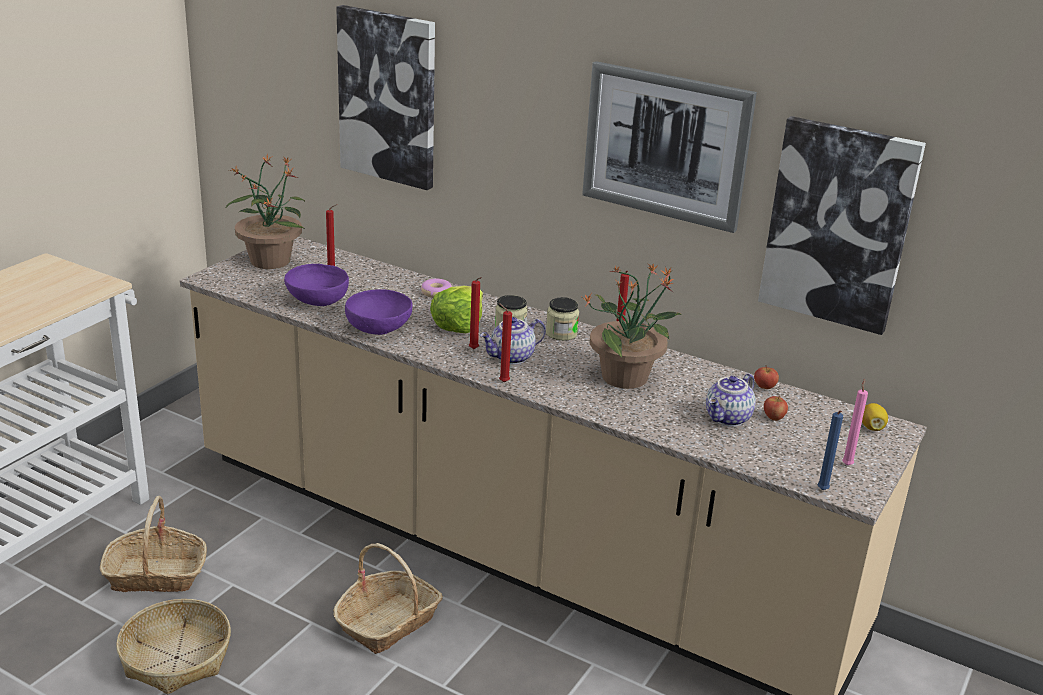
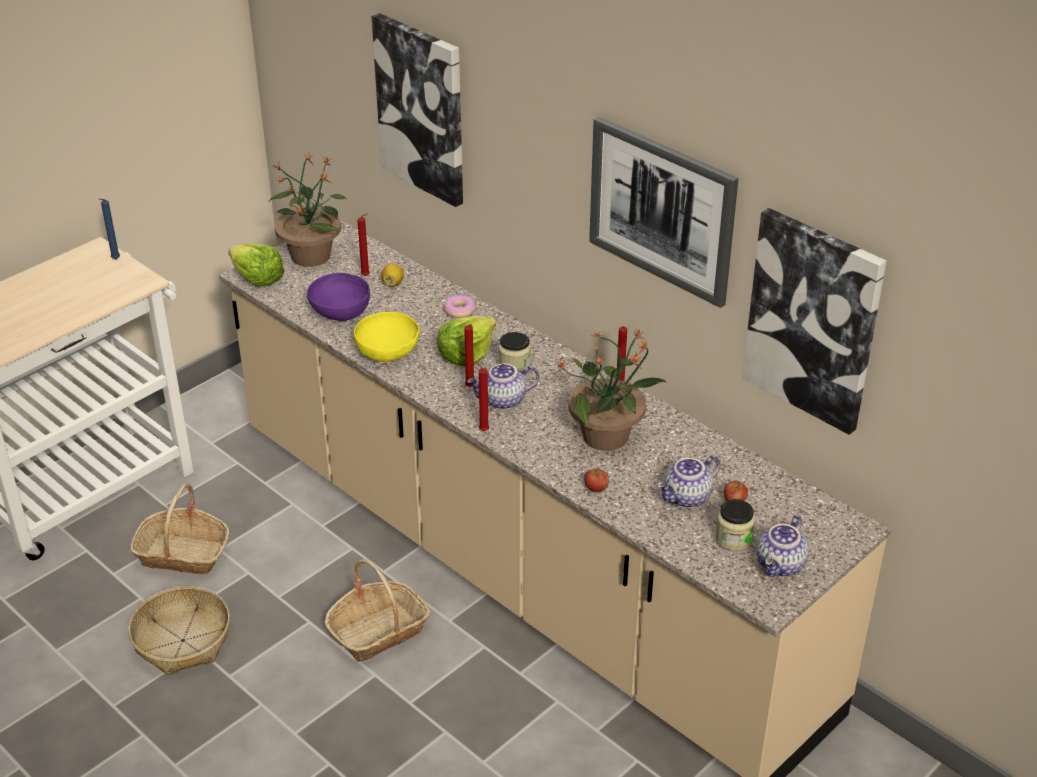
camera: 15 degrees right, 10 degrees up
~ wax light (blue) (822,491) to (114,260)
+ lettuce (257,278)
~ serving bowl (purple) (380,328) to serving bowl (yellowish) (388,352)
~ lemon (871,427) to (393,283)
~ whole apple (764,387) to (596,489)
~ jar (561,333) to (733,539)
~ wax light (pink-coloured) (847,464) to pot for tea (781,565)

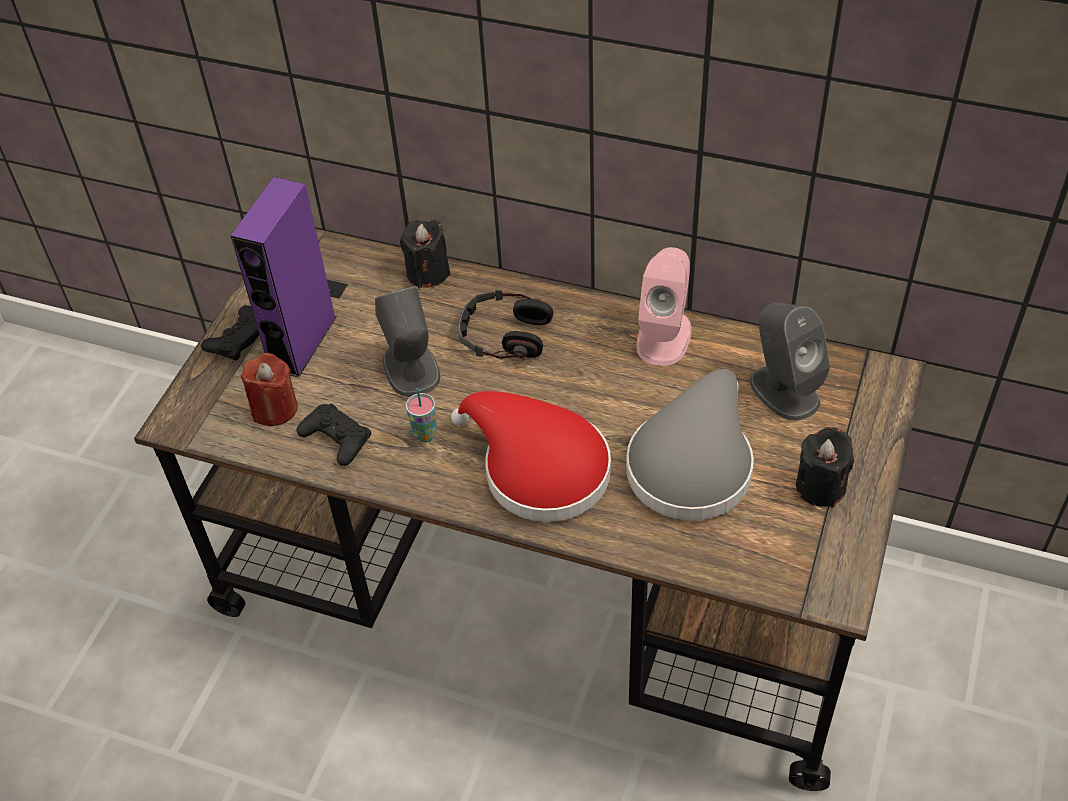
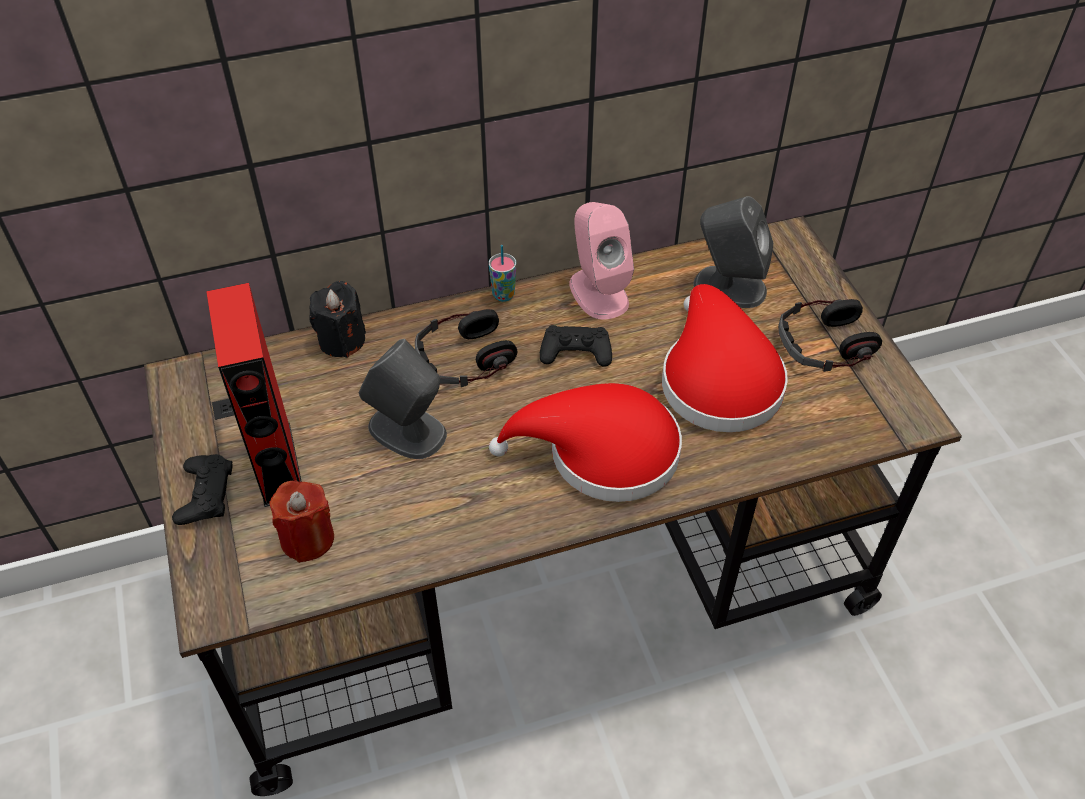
camera: 40 degrees left, 0 degrees up
~ loudspeaker (purple) (302,342) to loudspeaker (reddish) (277,463)
~ drinking cup (425,434) to (503,295)
~ joypad (black-coloured) (336,438) to (576,351)
~ hat (grey) (692,462) to hat (reddish) (717,378)
~ wax light (black-coloured) (820,486) to pair of headphones (824,344)

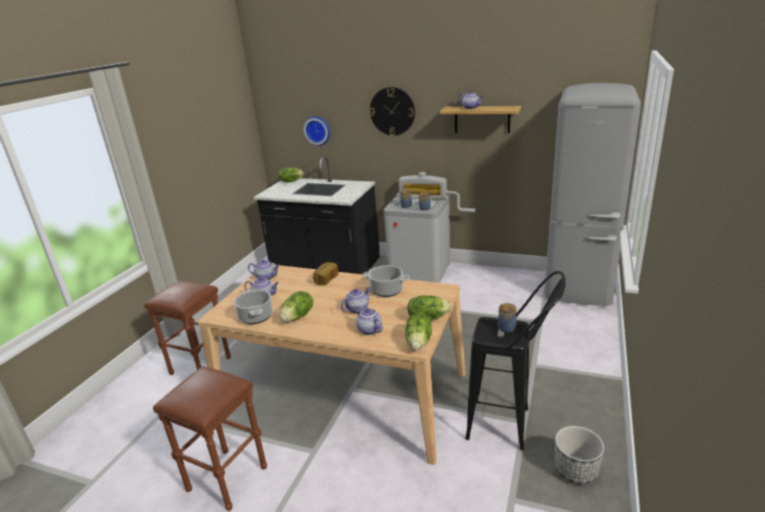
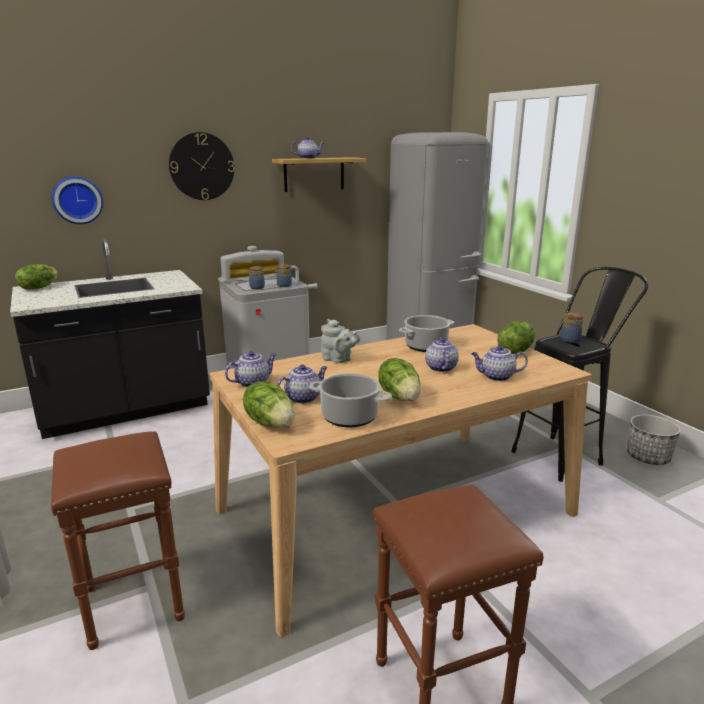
camera: 50 degrees left, 5 degrees down
~ lettuce (419,342) to (271,423)
~ bread (326,280) to pot for tea (grey) (338,360)

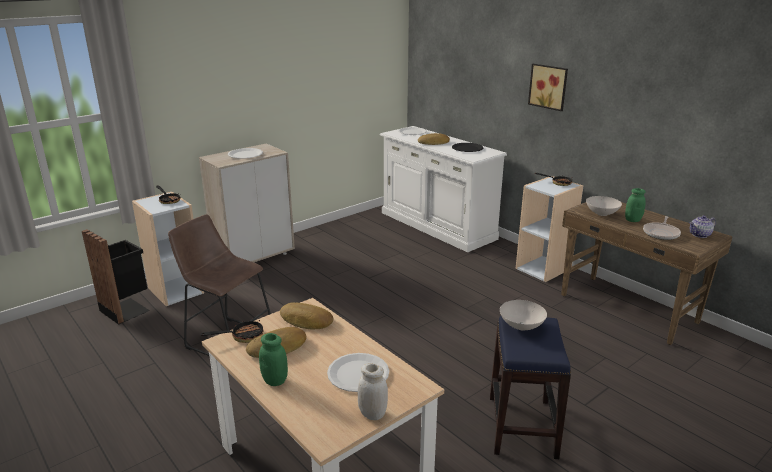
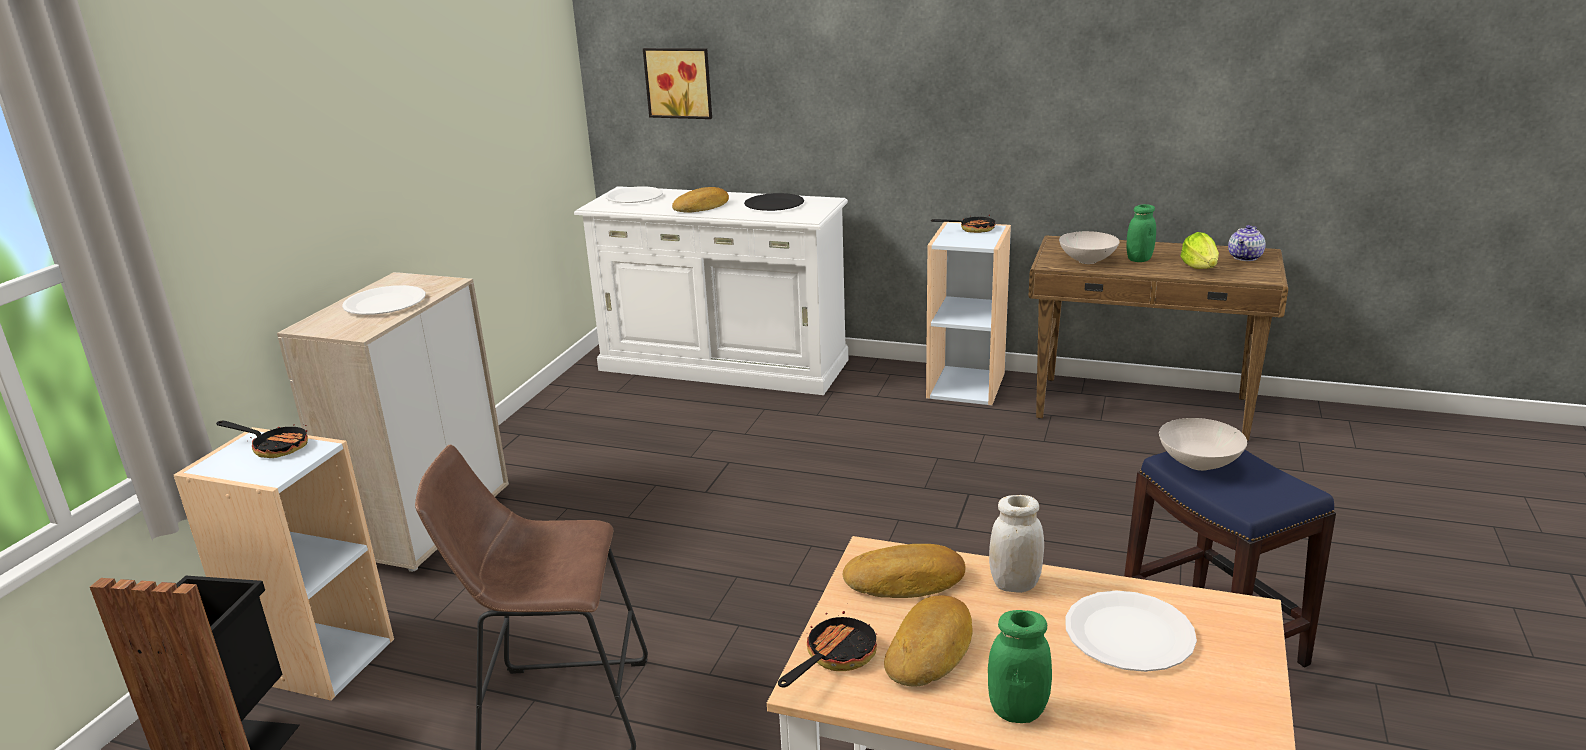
camera: 30 degrees left, 0 degrees up
~ wall picture (549,86) to (679,82)
~ jar (white-coloured) (372,414) to (1014,584)
~ skillet (661,233) to lettuce (1199,268)

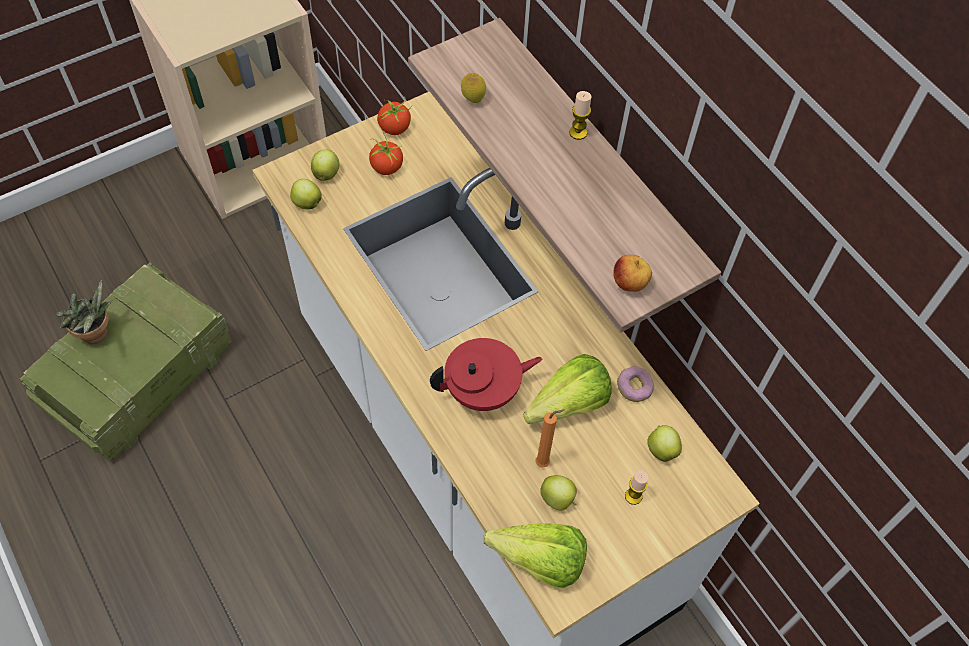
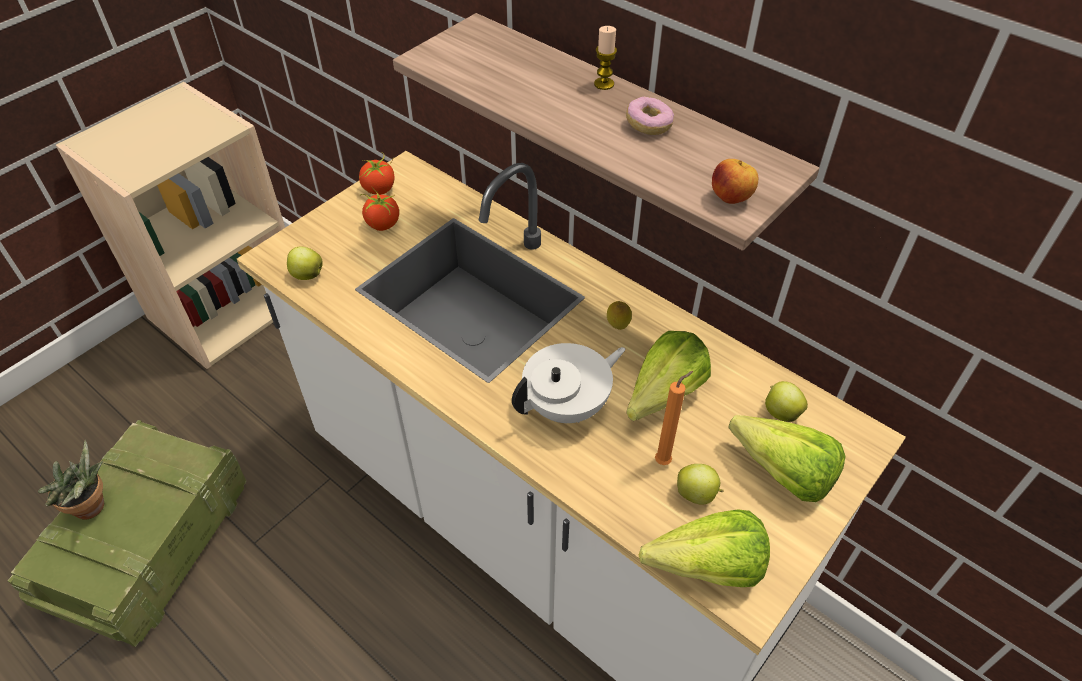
camera: 15 degrees left, 10 degrees down
~ pot for tea (reddish) (484,391) to pot for tea (white-coloured) (568,406)
~ lemon (473,100) to (617,327)
~ doughnut (634,388) to (648,125)
~ wax light (633,496) to lettuce (775,467)
- whole apple (326,173)

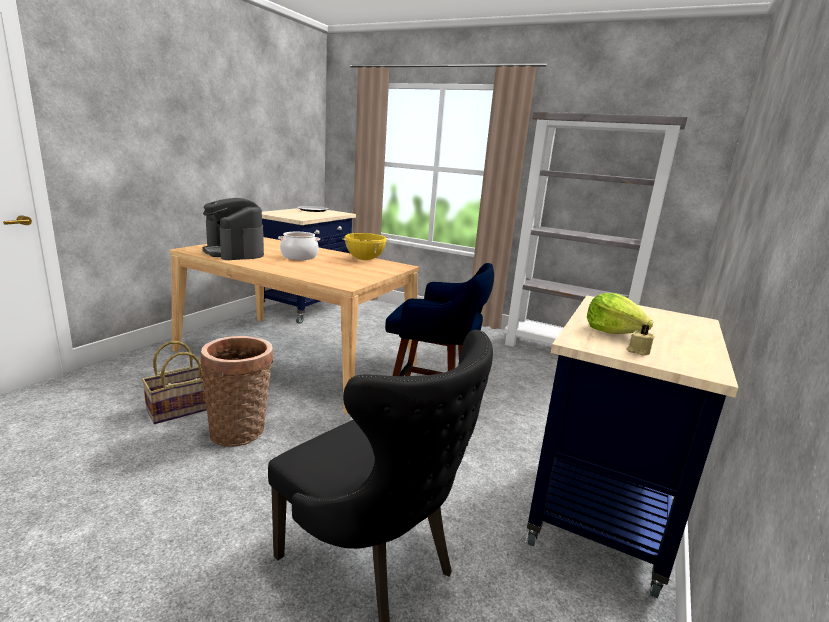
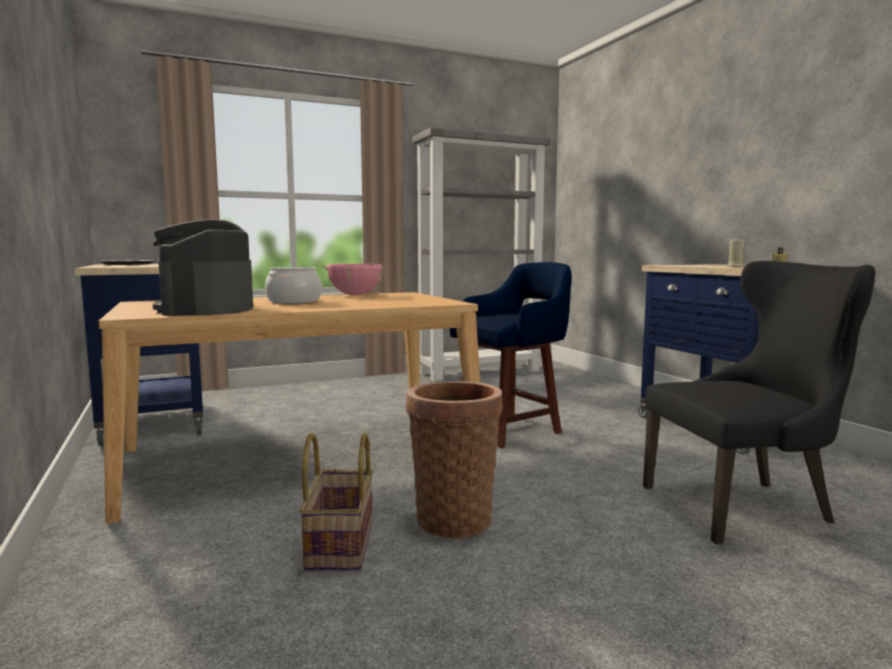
camera: 50 degrees left, 10 degrees down
~ coffee brewer (234,252) = (207,309) 75 degrees clockwise
~ stockpot (yellowish) (364,259) to stockpot (pink-coloured) (355,295)
~ lettuce (613,331) to wax light (sand-coloured) (735,266)

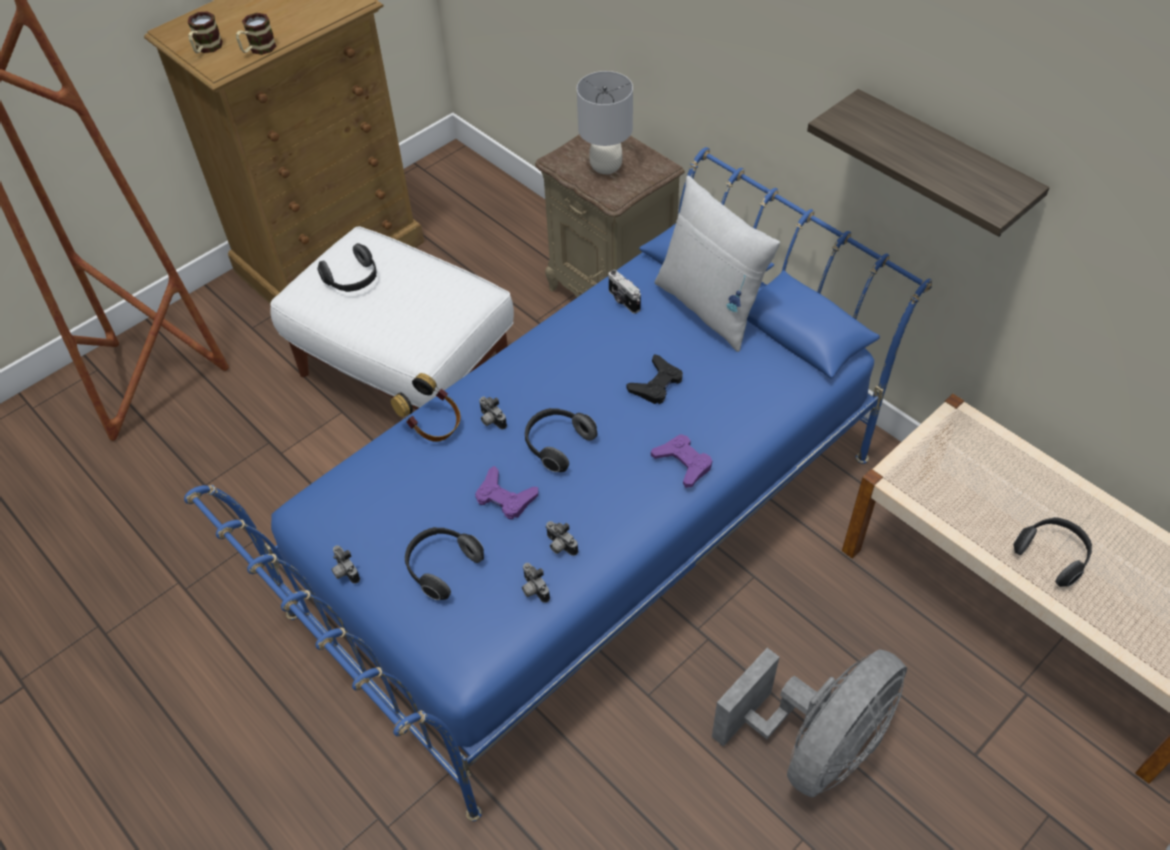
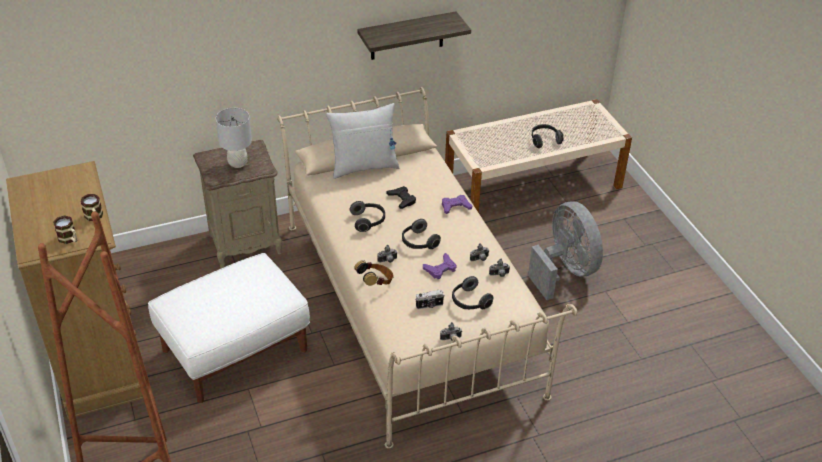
camera: 70 degrees left, 10 degrees down
~ bed (blue) (588,533) to bed (sand-coloured) (408,307)
~ pair of headphones (353,280) to (368,221)
~ photo camera (623,301) to (429,305)

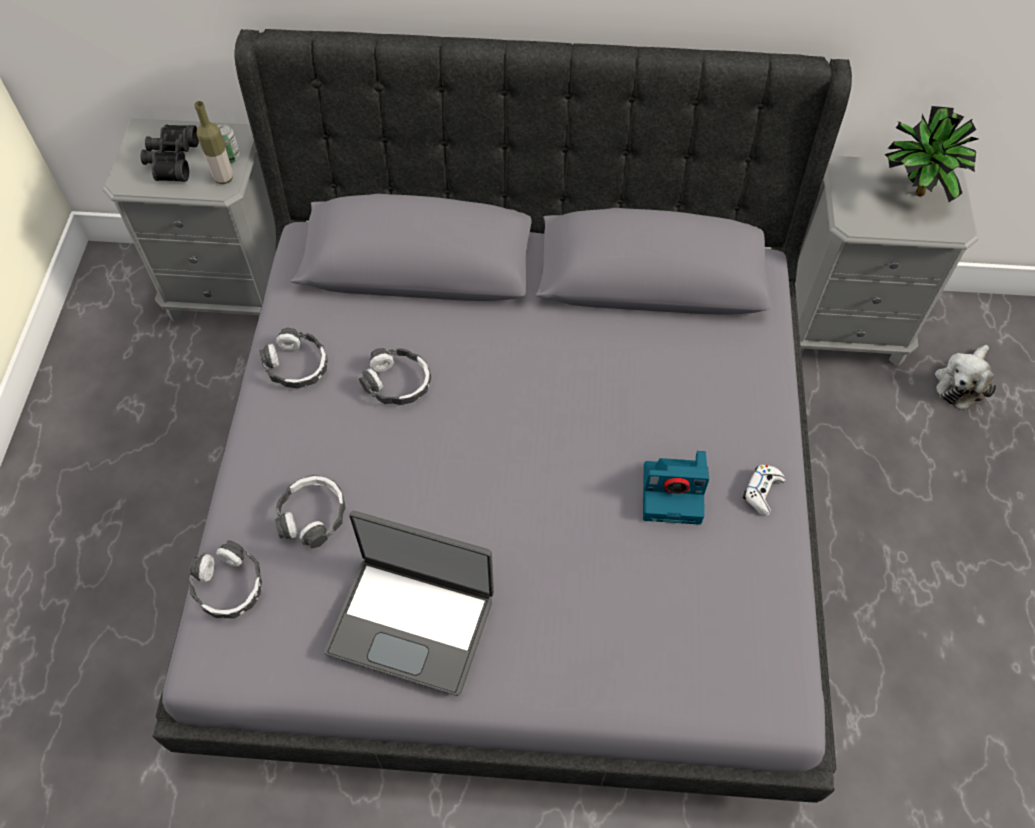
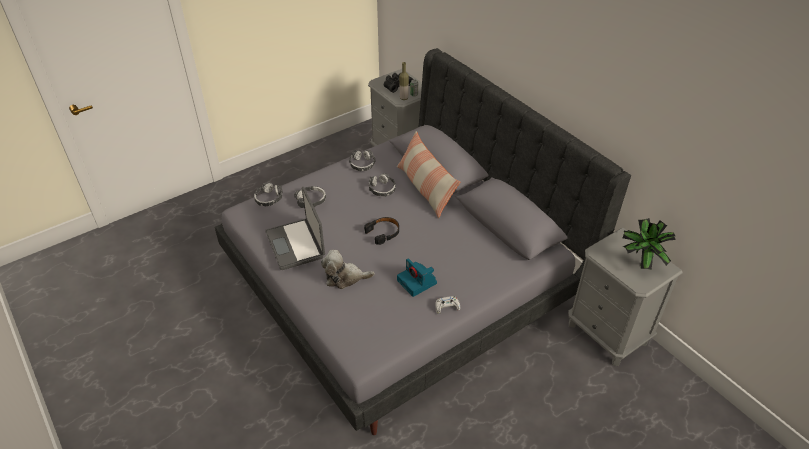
camera: 50 degrees right, 15 degrees down
~ cuddly toy (961,383) to (345,278)
+ pair of headphones (black-coloured) (383,233)
+ cushion (425,188)

